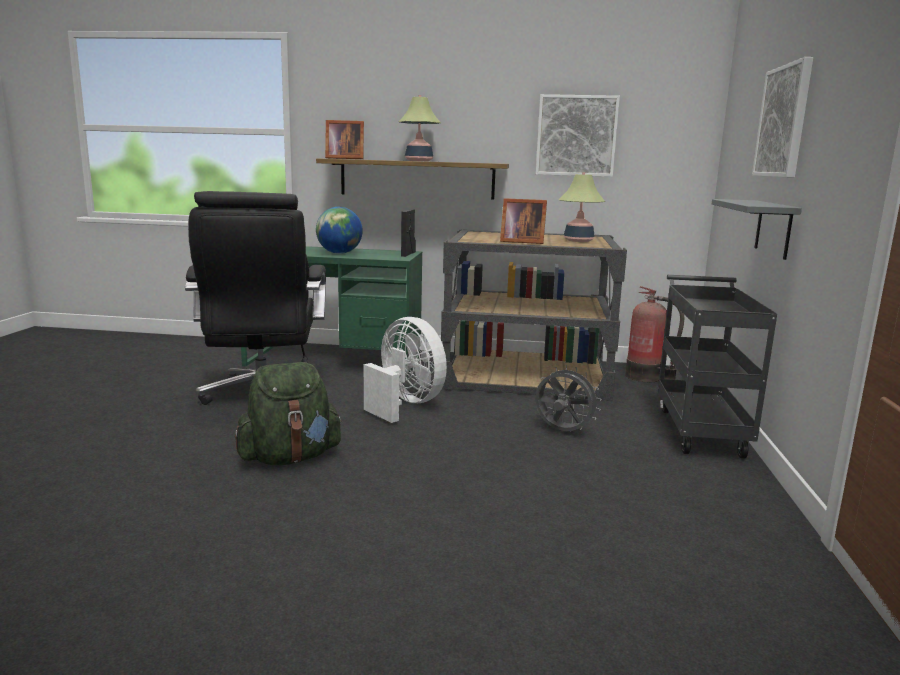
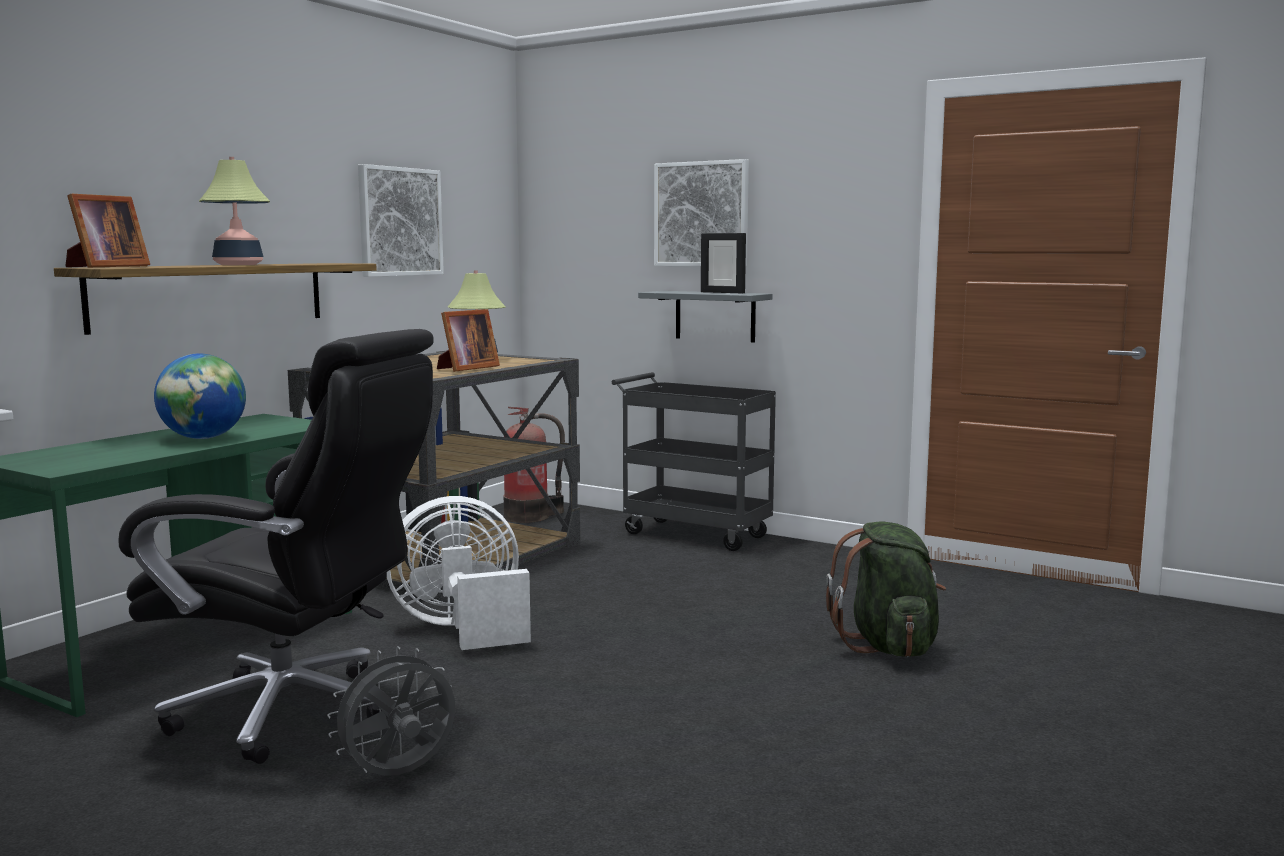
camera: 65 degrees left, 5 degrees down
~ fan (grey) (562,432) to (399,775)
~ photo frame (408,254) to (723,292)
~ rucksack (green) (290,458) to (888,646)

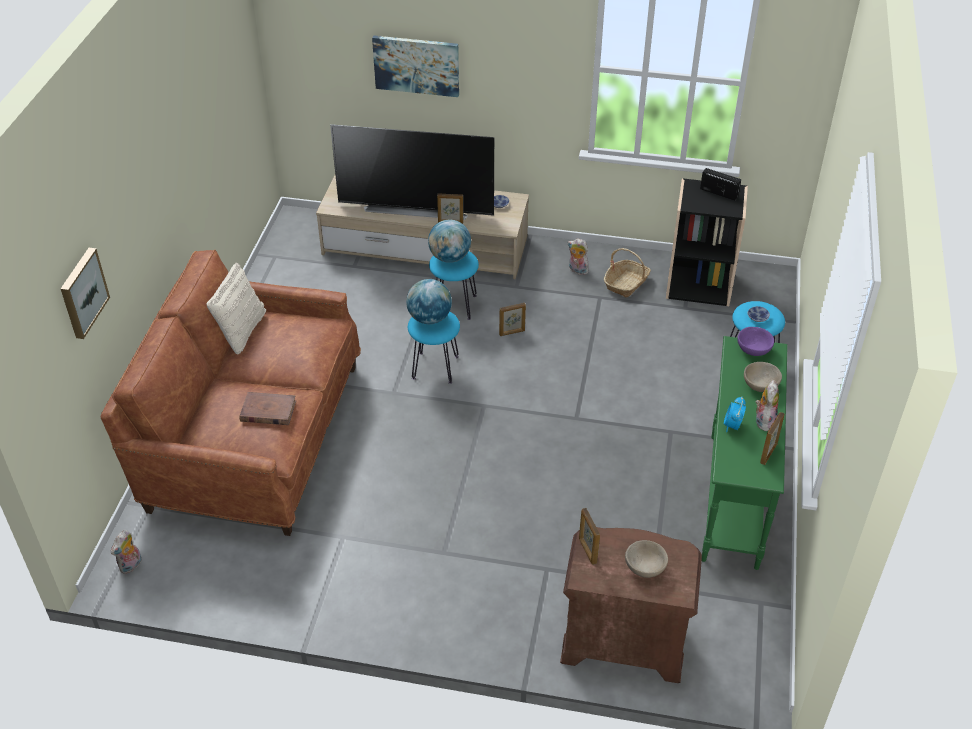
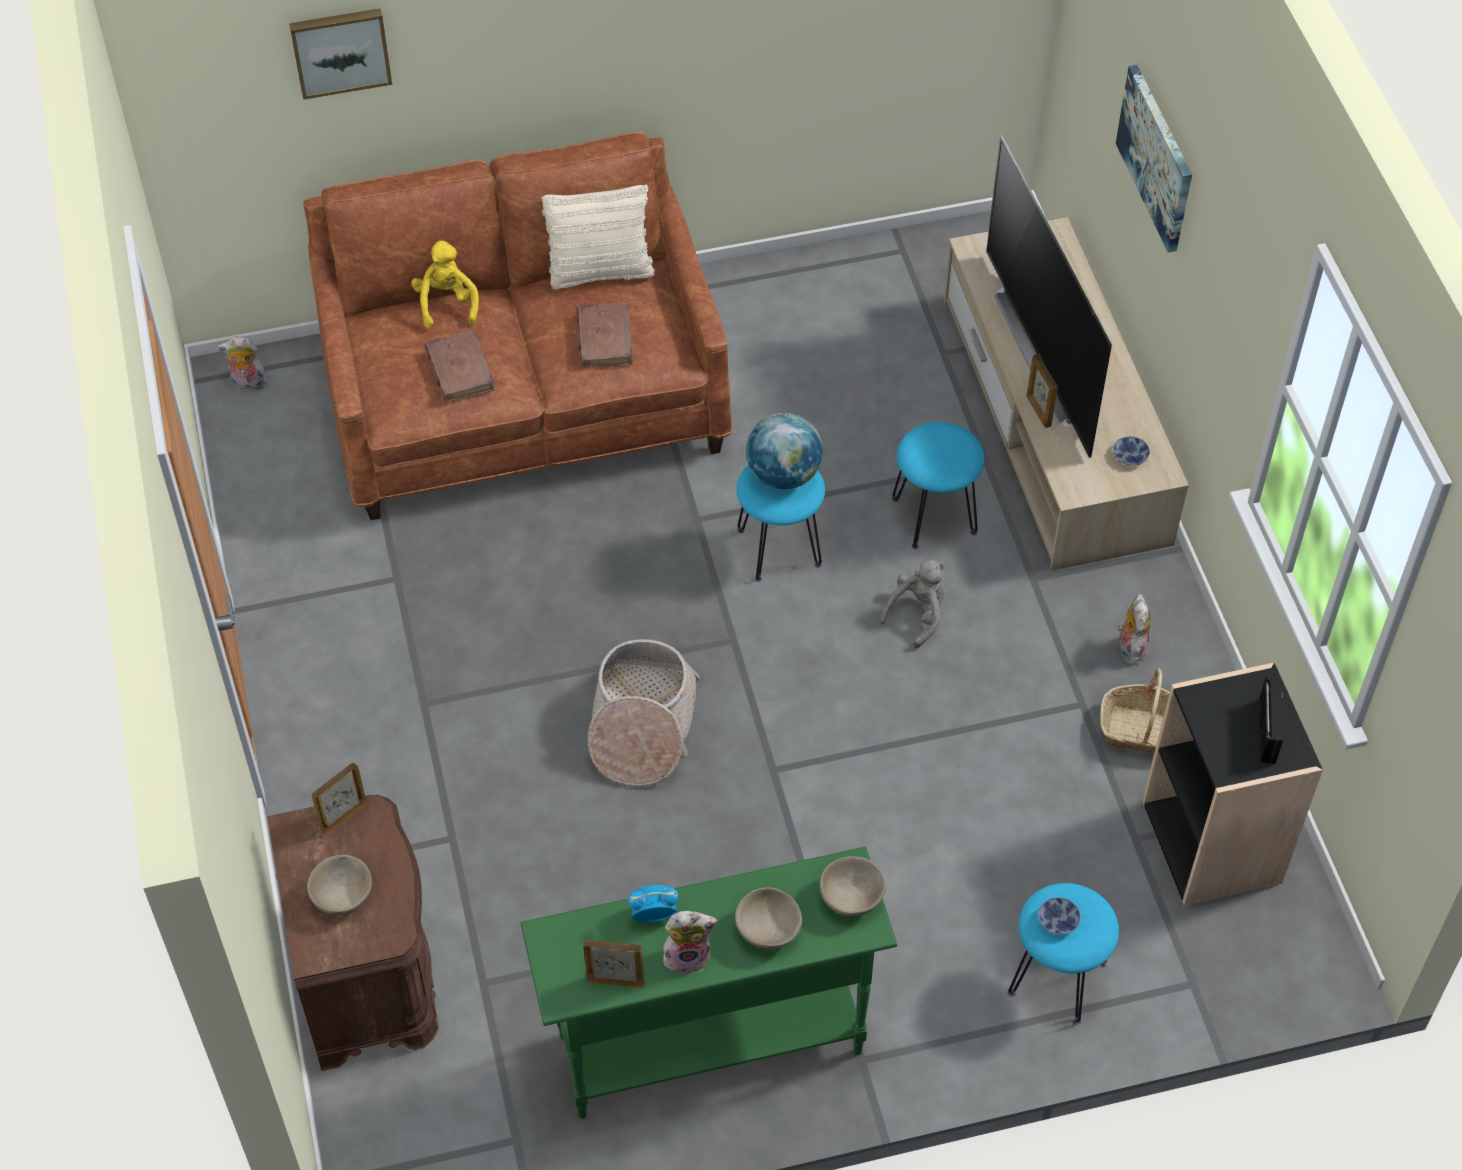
camera: 65 degrees right, 10 degrees up
+ cuddly toy (yellowish) (447,303)
+ book (brownish) (604,338)
+ household basket (641,726)
~ serving bowl (purple) (753,350) to serving bowl (sand-coloured) (851,898)
~ photo frame (512,332) to cuddly toy (grey) (917,615)
- desk globe (449,257)

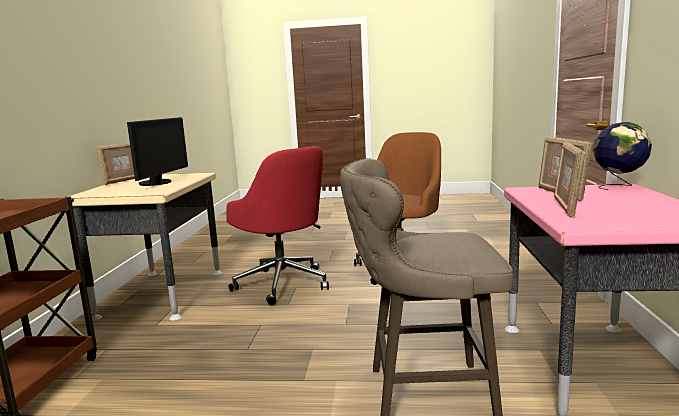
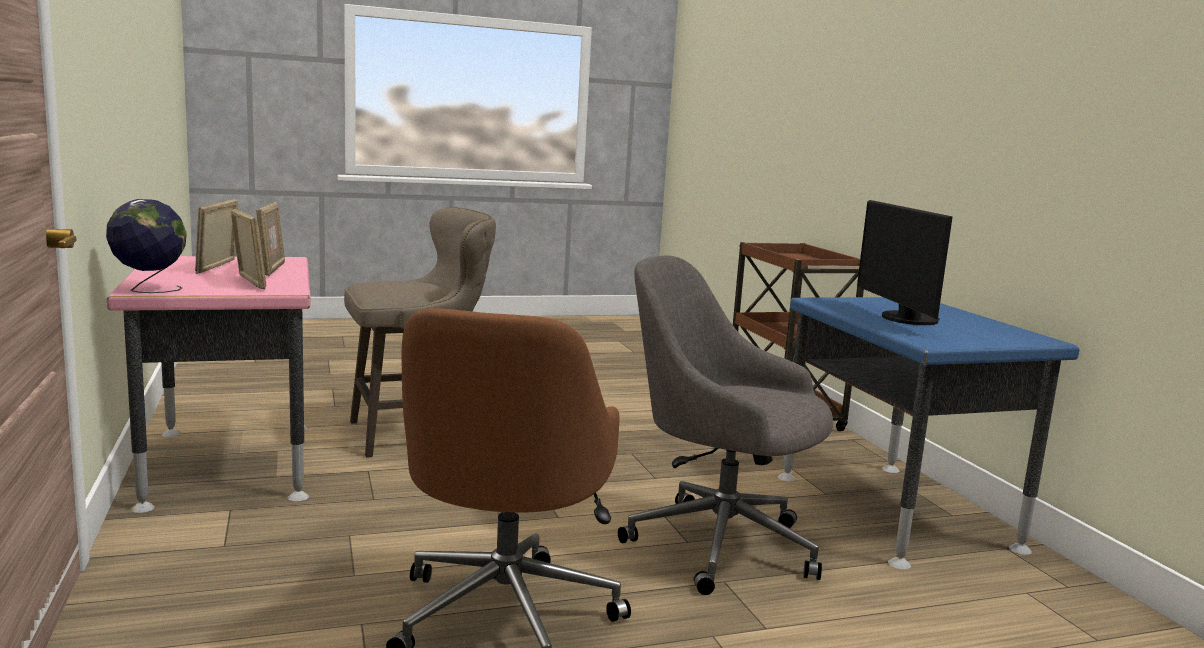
camera: 155 degrees right, 0 degrees up
~ photo frame (122,181) to (218,267)
~ computer chair (reddish) (283,284) to computer chair (grey) (718,545)
~ desk table (sand-coloured) (162,293) to desk table (blue) (896,511)

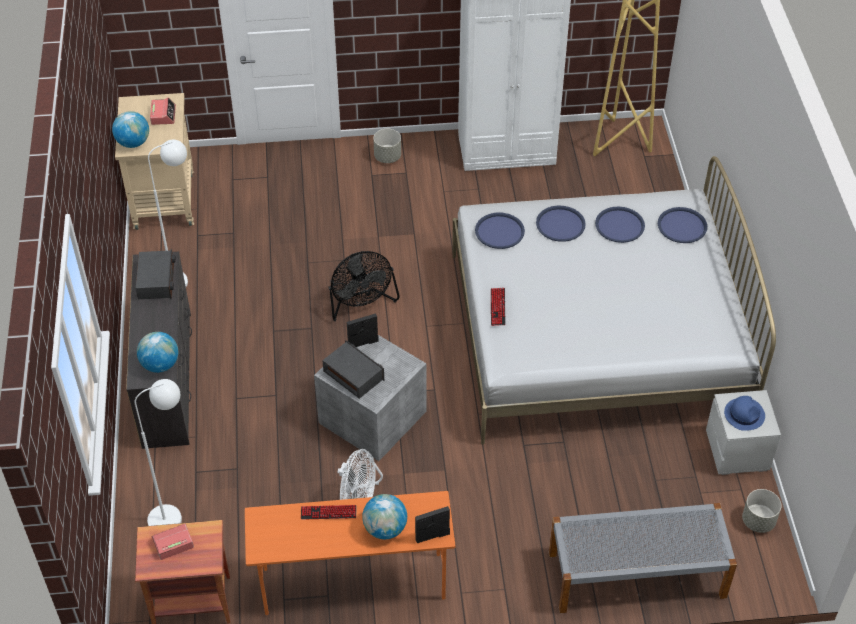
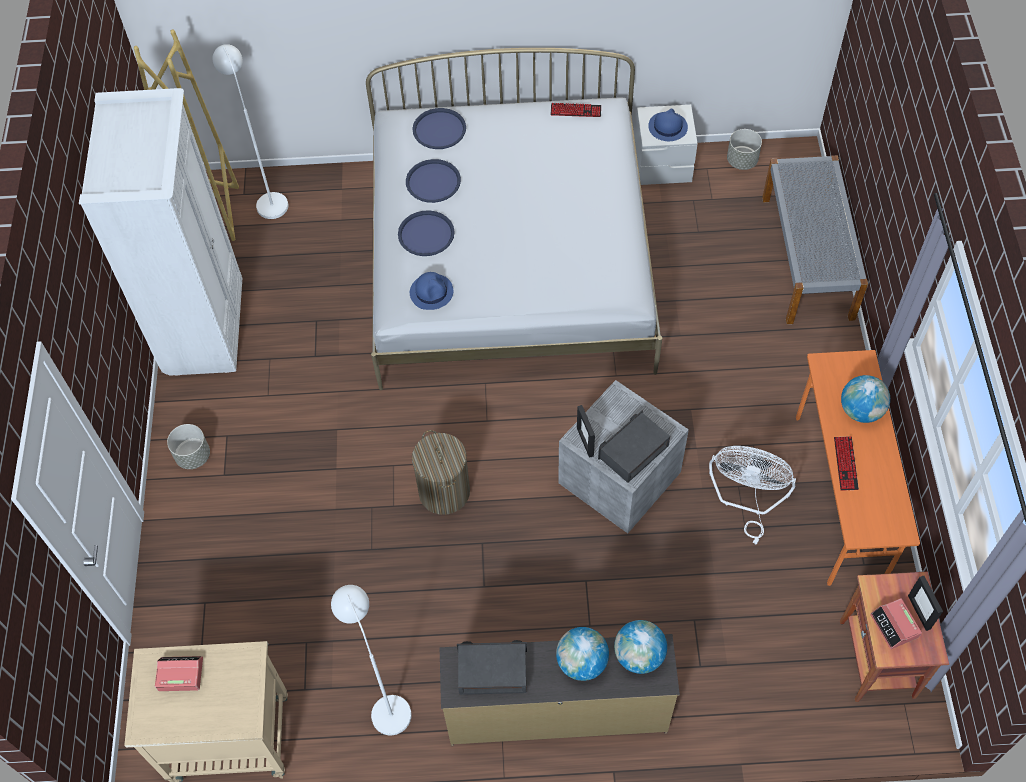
camera: 85 degrees left, 10 degrees up
~ standard lamp (white-coloured) (175,516) to (269,200)
~ carrying tray (blue) (499,231) to hat (blue) (431,292)
~ fan (black-coloured) (358,302) to hamper (444,491)
~ computer keyboard (497,307) to (575,111)
~ desk globe (133,143) to (581,662)
~ photo frame (432,537) to (920,612)

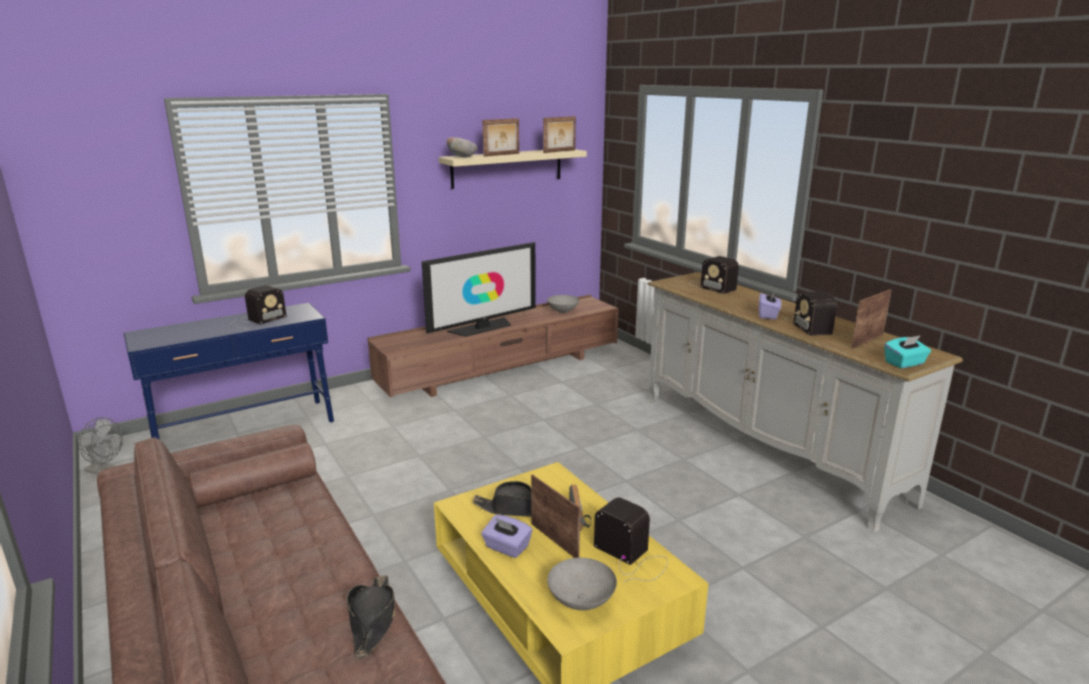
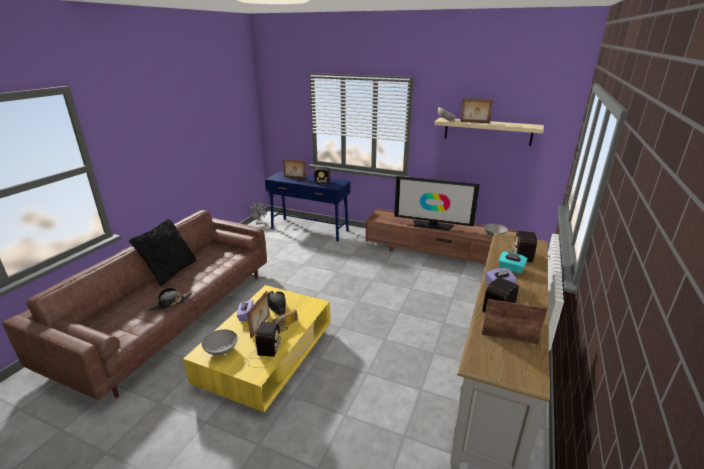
camera: 55 degrees right, 5 degrees up
+ cushion (black-coloured) (170,271)
~ photo frame (560,151) to (294,178)
~ box of tissues (blue-green) (905,363) to (510,269)

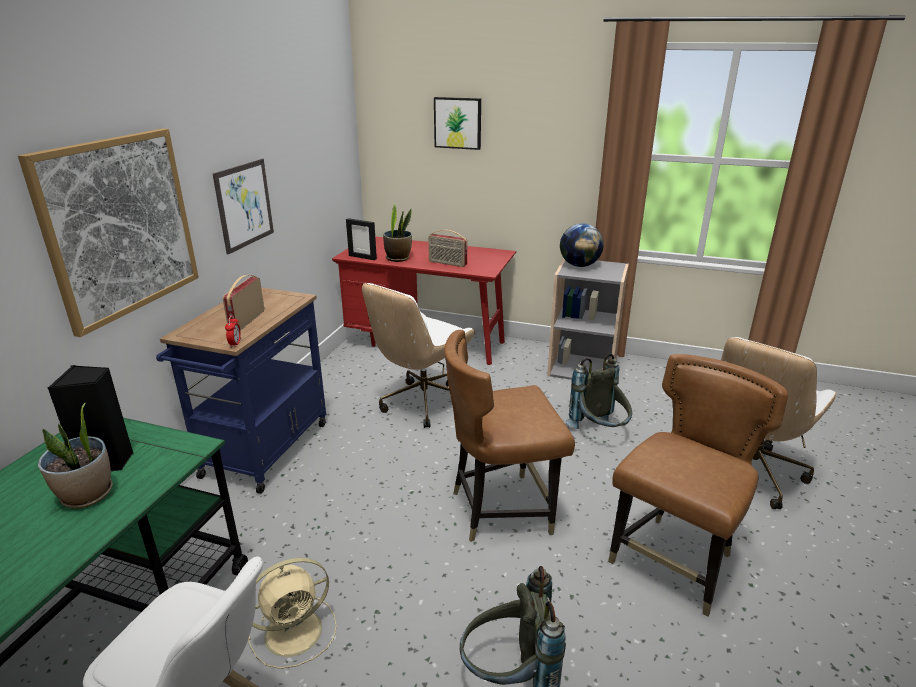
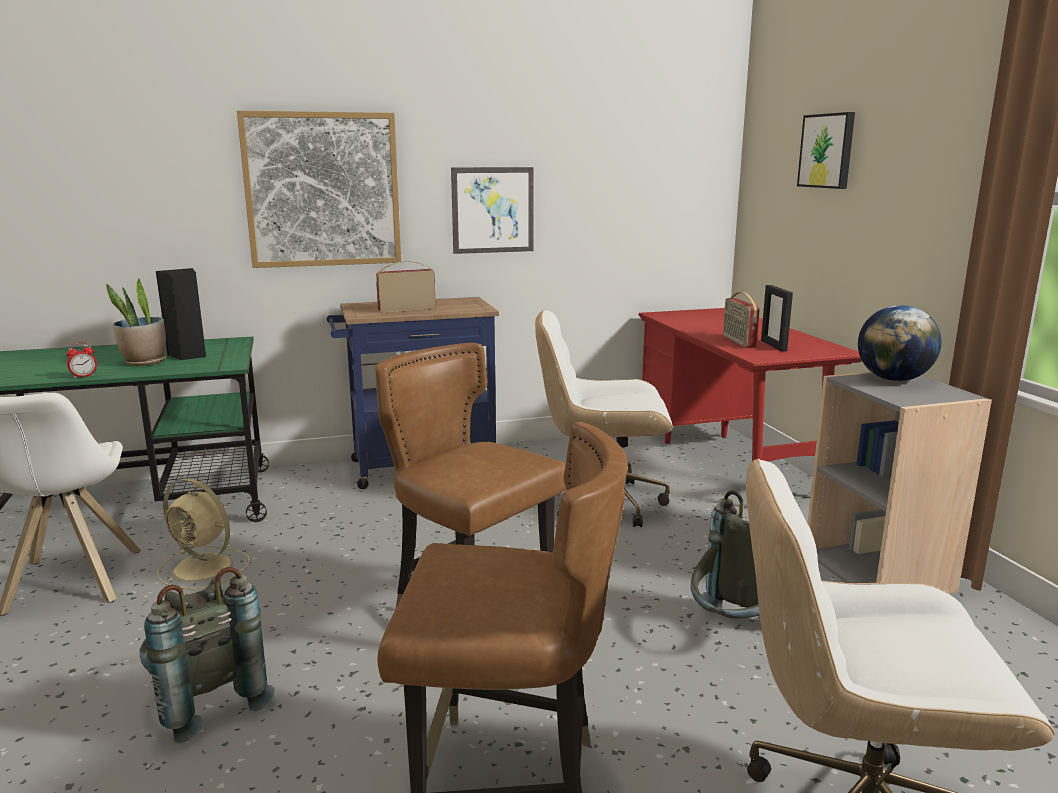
camera: 55 degrees right, 10 degrees down
~ alarm clock (235,344) to (84,376)
~ photo frame (363,257) to (774,345)
- houseplant (398,258)

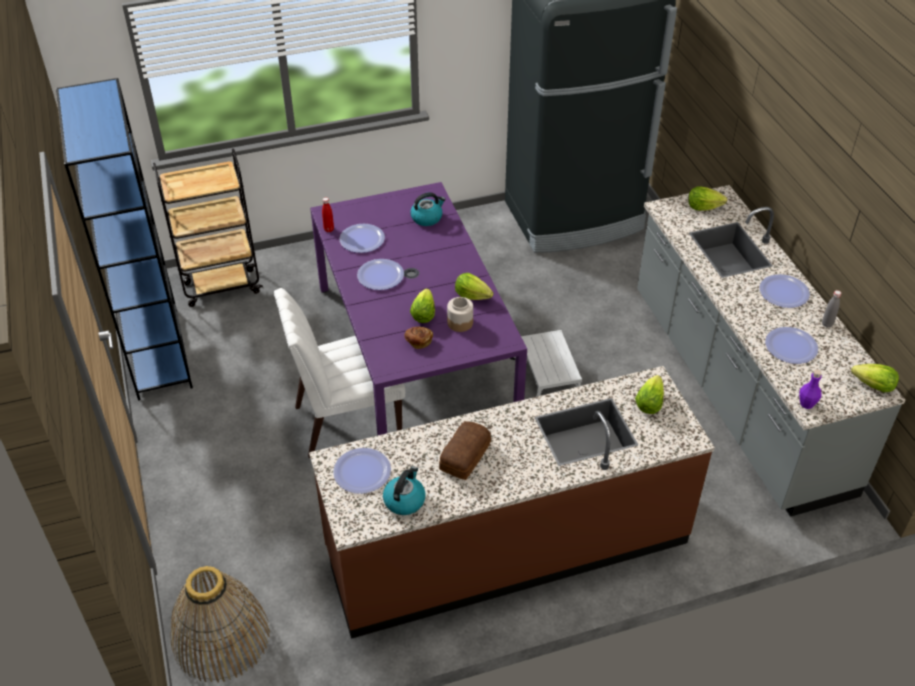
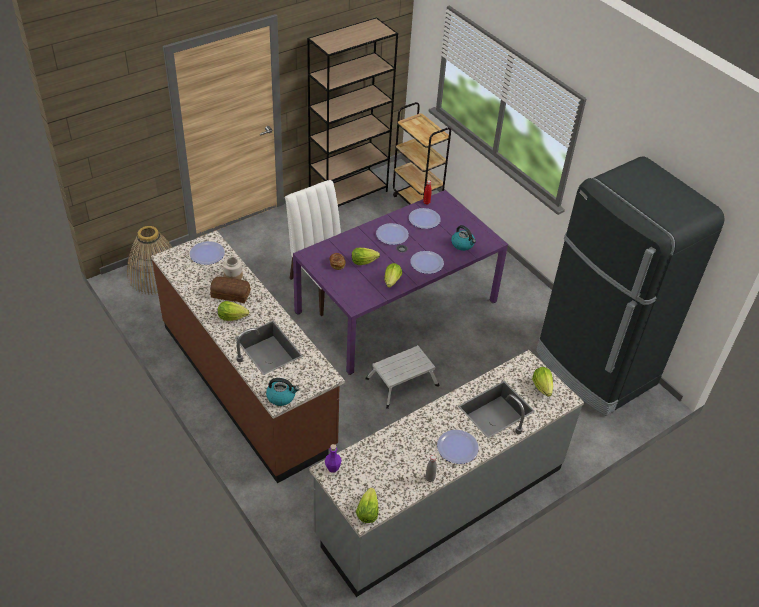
camera: 70 degrees right, 0 degrees up
~ lettuce (649,403) to (232,317)
~ jar (460,322) to (233,276)
~ water kettle (404,500) to (281,396)
~ shelving unit (blue) (157,353) to shelving unit (sand-coloured) (348,194)
~ flat dish (791,346) to (426,263)

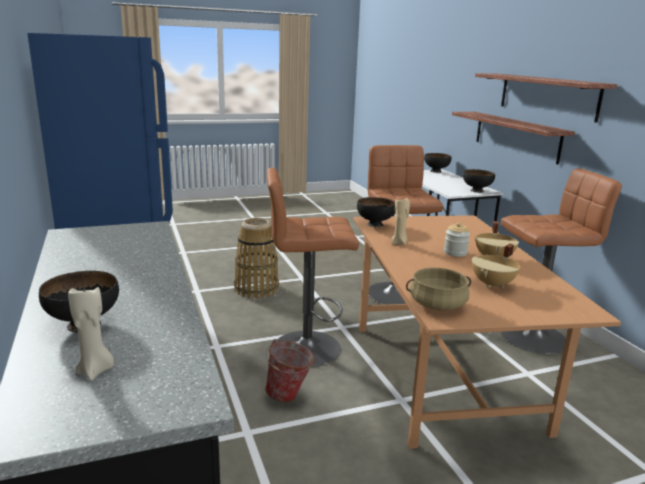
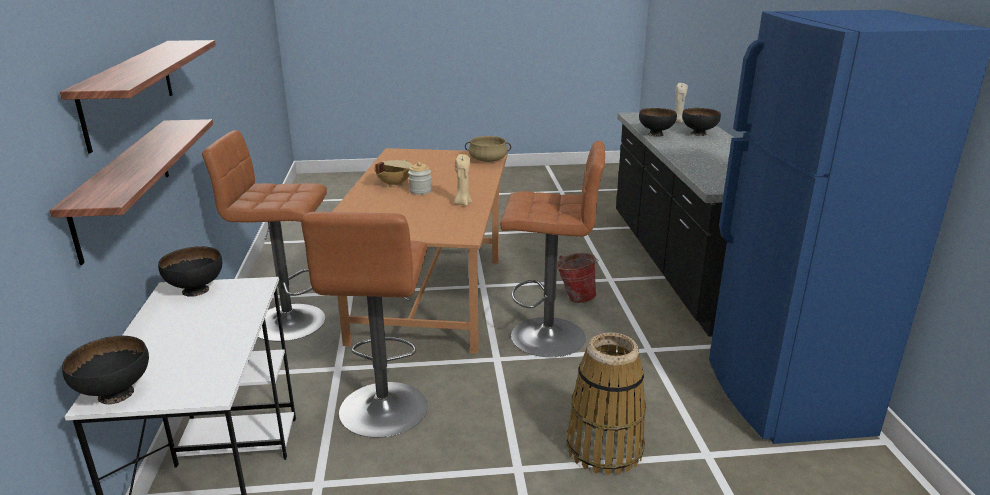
camera: 165 degrees left, 5 degrees up
~ serving bowl (black-coloured) (374,224) to (656,134)
- stockpot (sand-coloured) (493,284)

